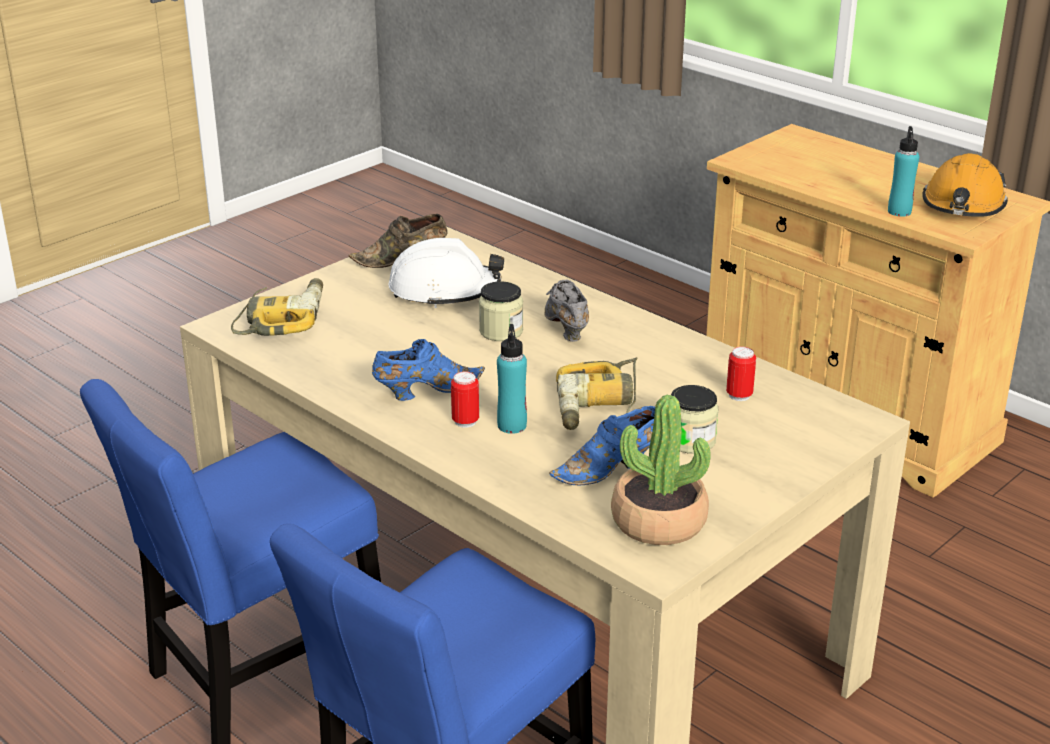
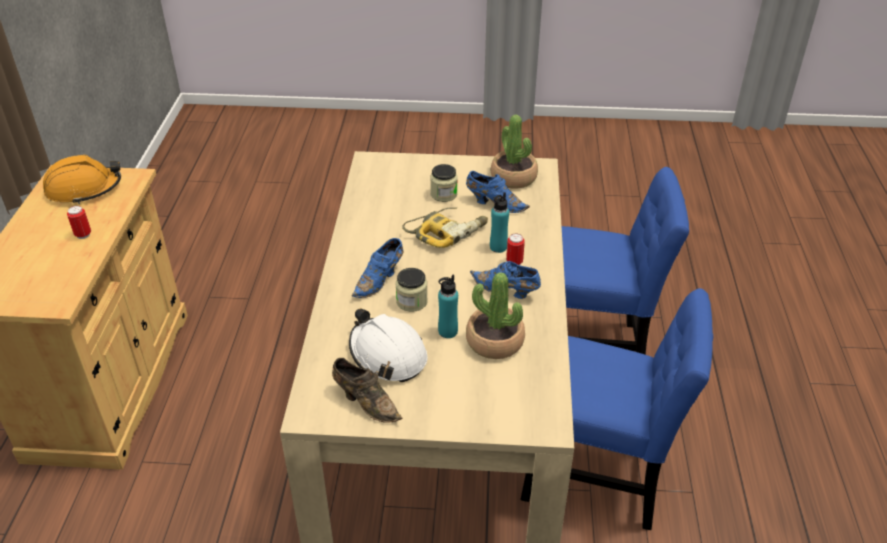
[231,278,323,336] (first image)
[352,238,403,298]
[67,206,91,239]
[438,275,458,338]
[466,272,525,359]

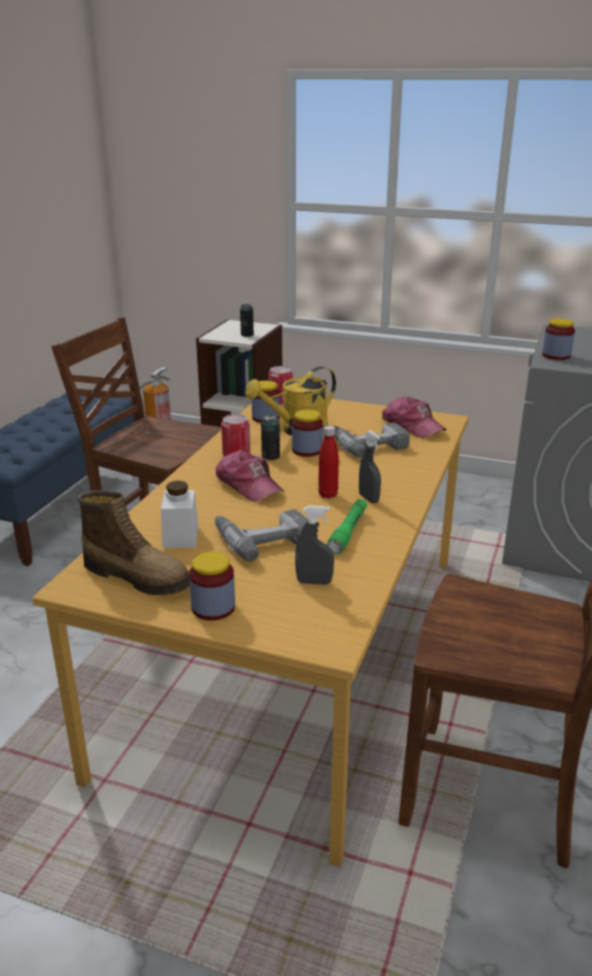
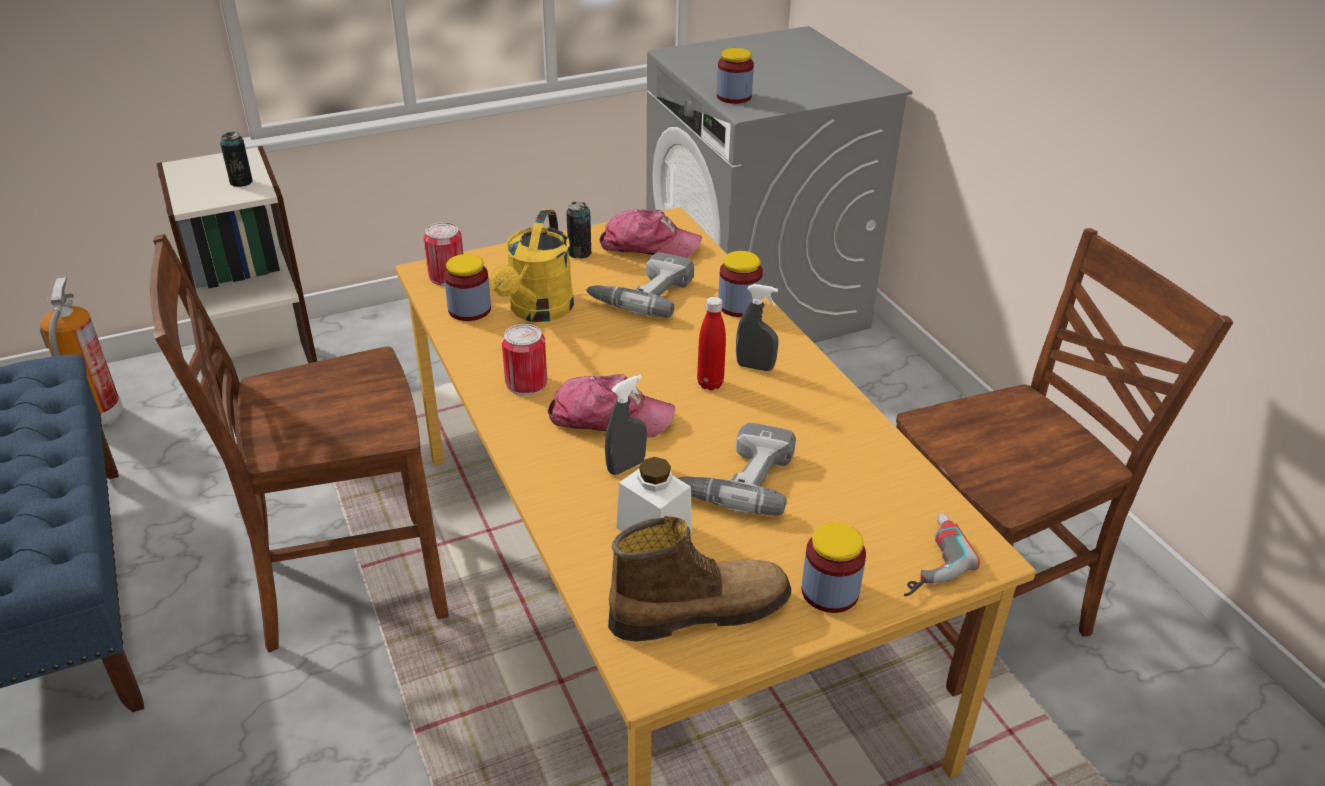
[566,202,592,259]
[718,251,763,317]
[605,375,647,475]
[327,499,367,554] (first image)
[904,513,980,596]

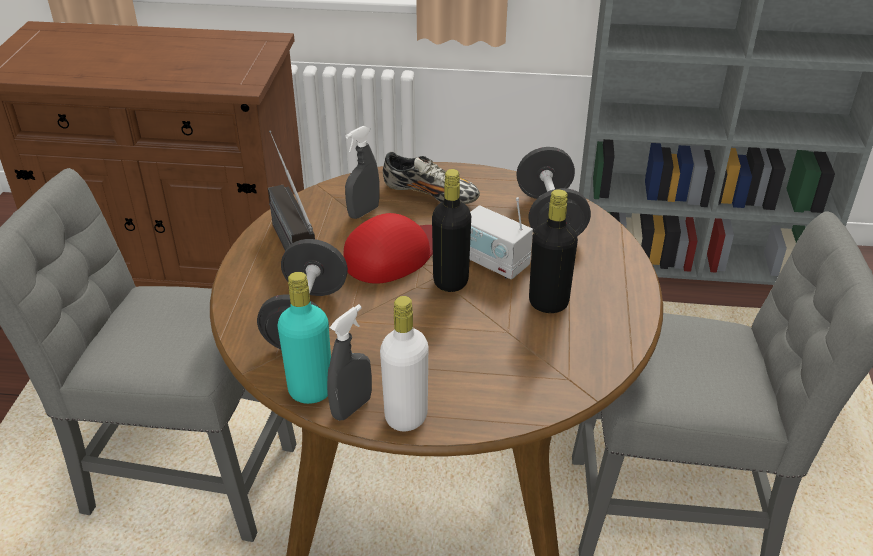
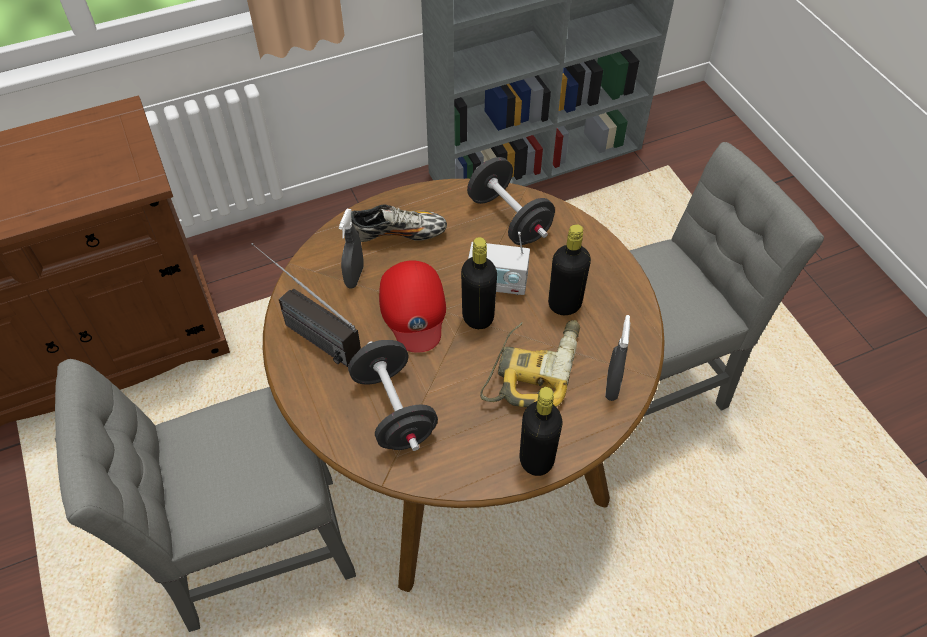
[277,272,331,404] (first image)
[605,315,630,401]
[379,260,446,353]
[520,387,562,476]
[480,320,580,407]

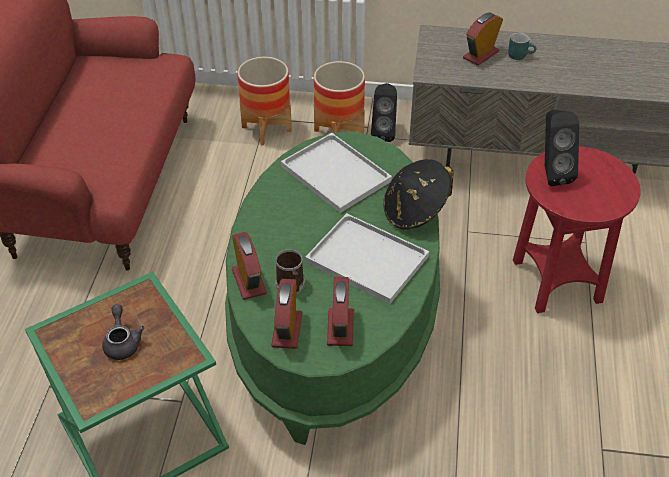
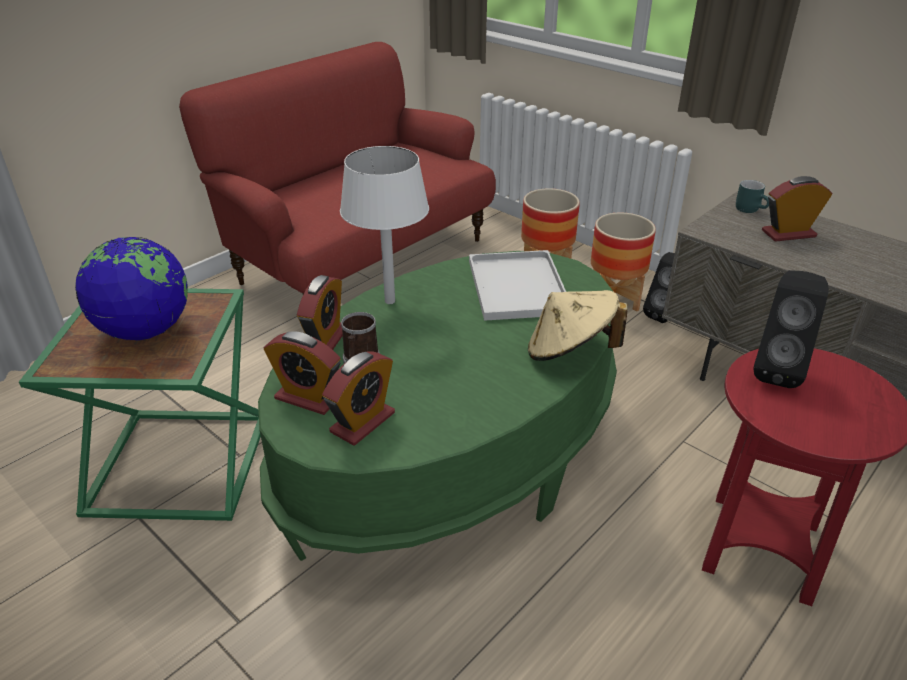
[75,237,188,340]
[263,331,340,415]
[305,213,429,304] (first image)
[528,290,628,361]
[736,180,769,213]
[340,146,429,304]

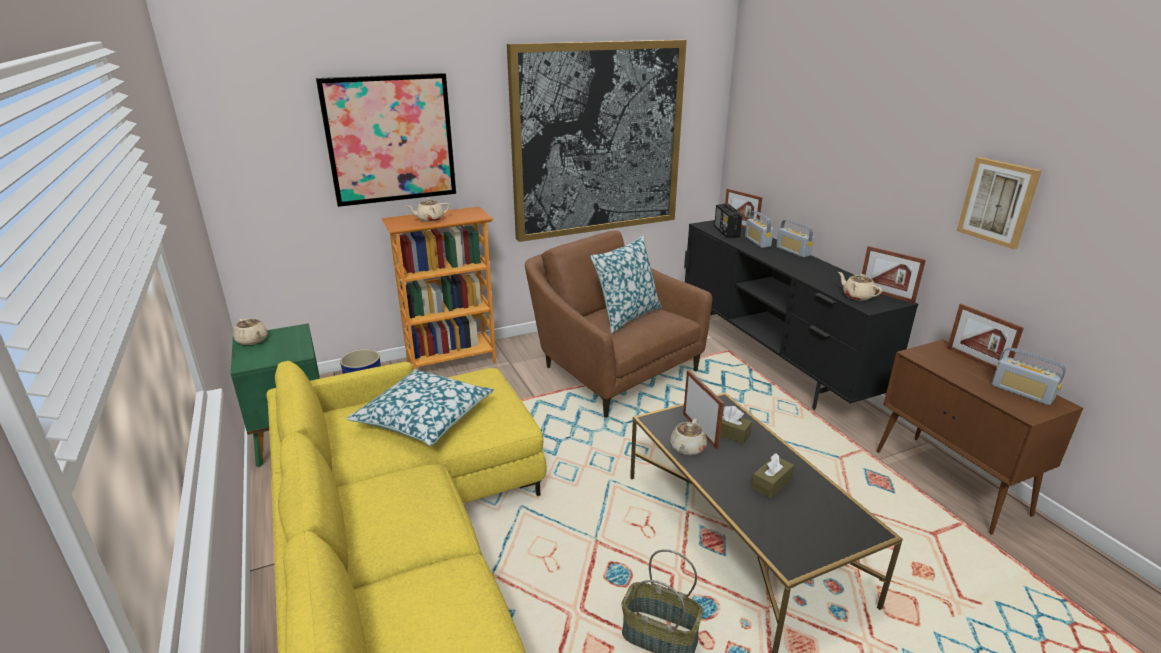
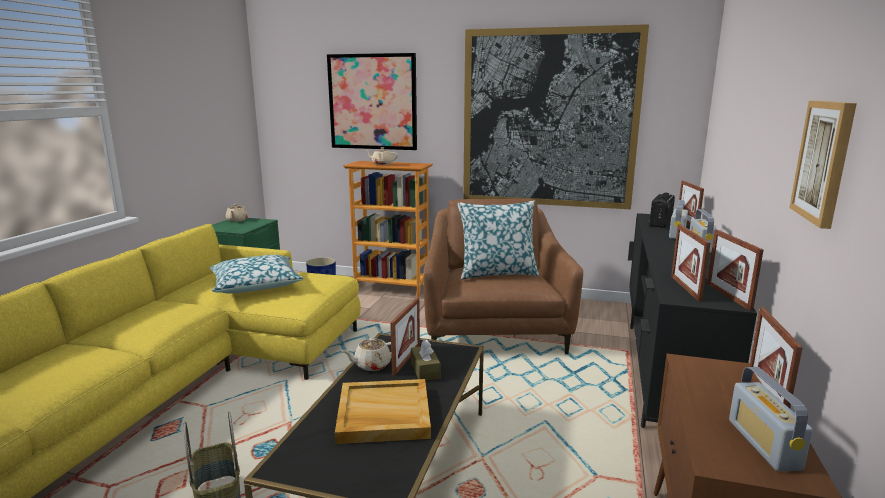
[335,379,431,444]
[671,224,710,302]

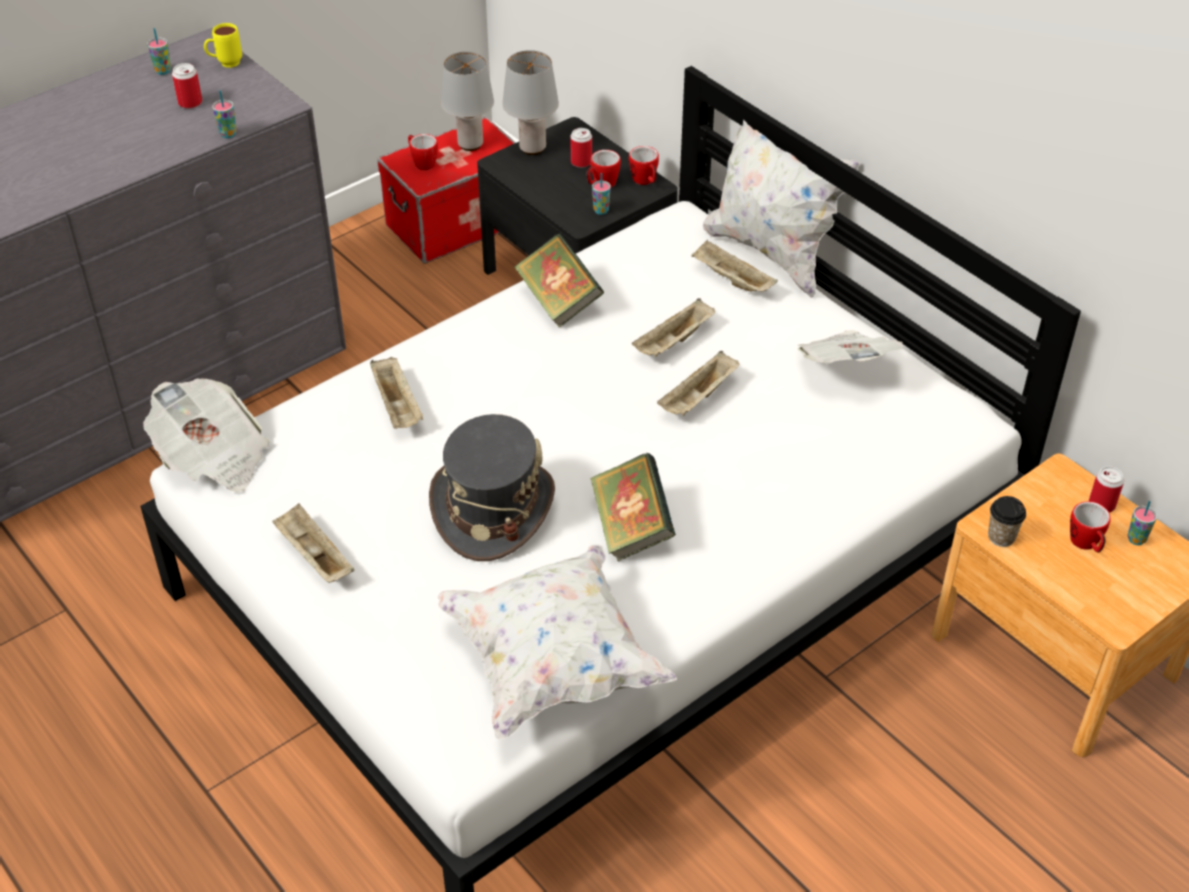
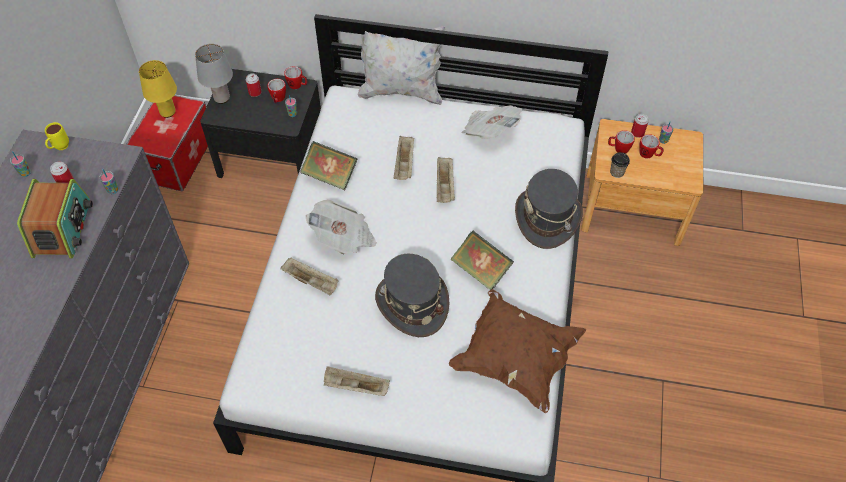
[306,200,377,254]
[608,130,635,154]
[449,289,586,413]
[139,60,177,118]
[691,240,778,292] (first image)
[17,179,93,259]
[515,169,583,249]

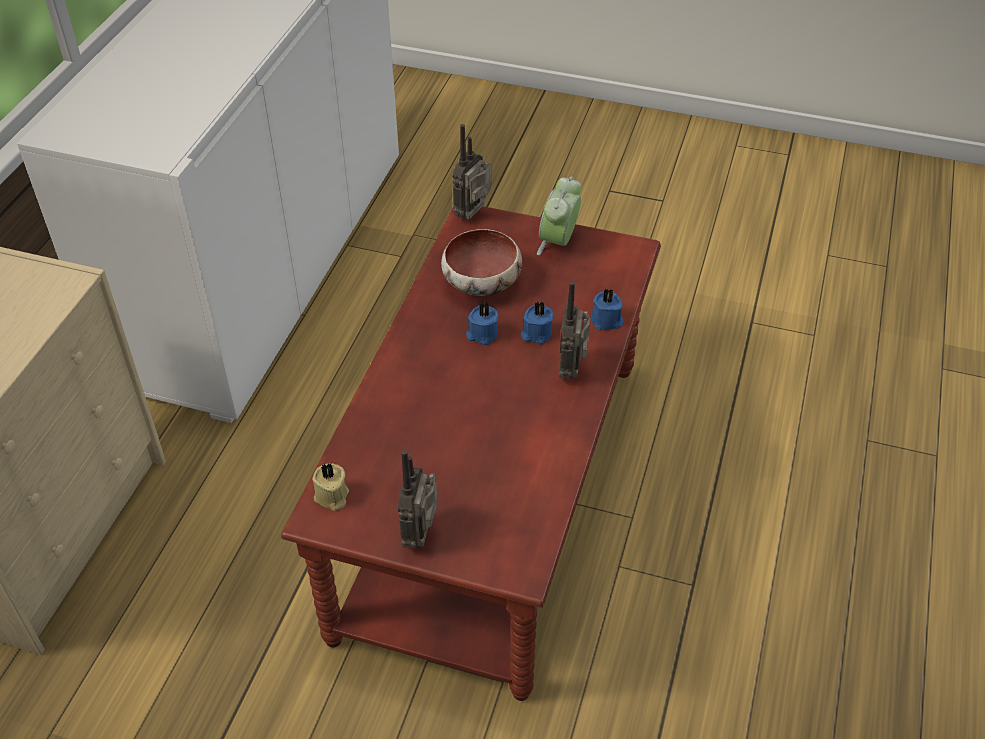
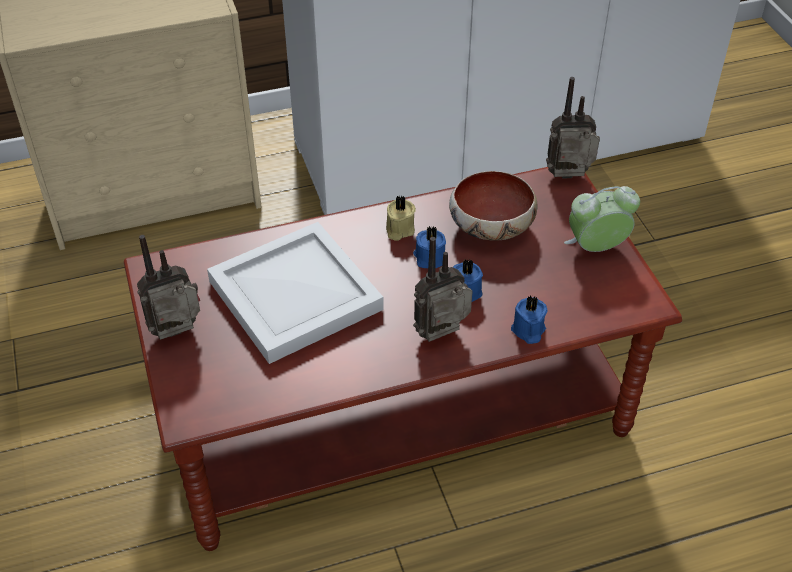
[386,196,416,241]
[207,222,384,364]

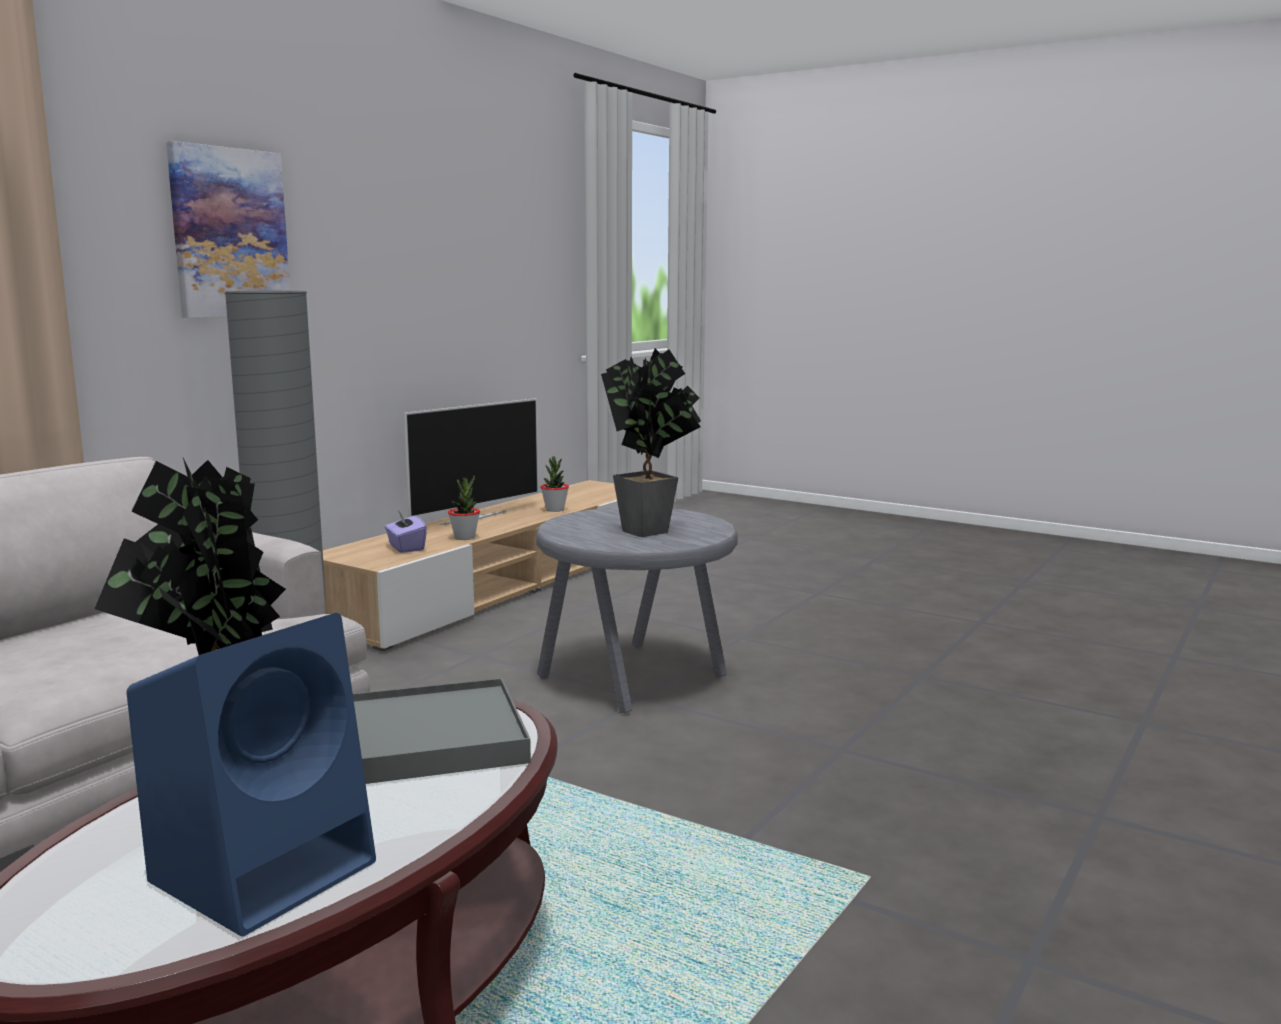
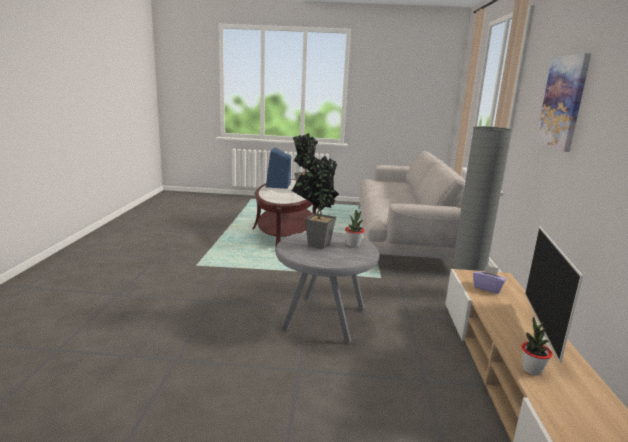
[353,678,531,784] (first image)
[345,210,365,247]

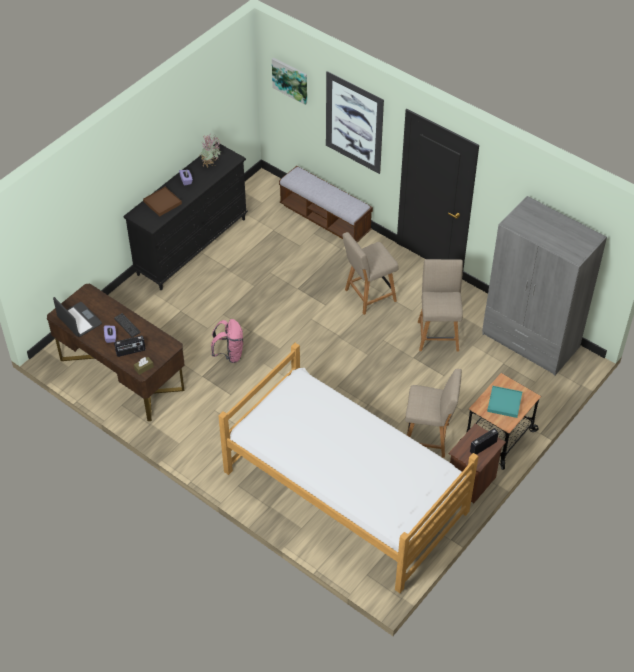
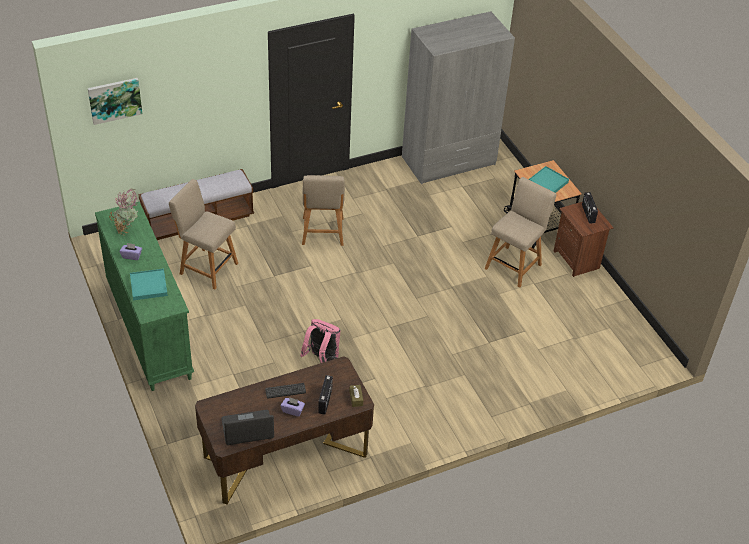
[95,201,194,391]
[130,269,168,300]
[218,343,479,593] (first image)
[326,71,384,174] (first image)
[169,179,238,289]

